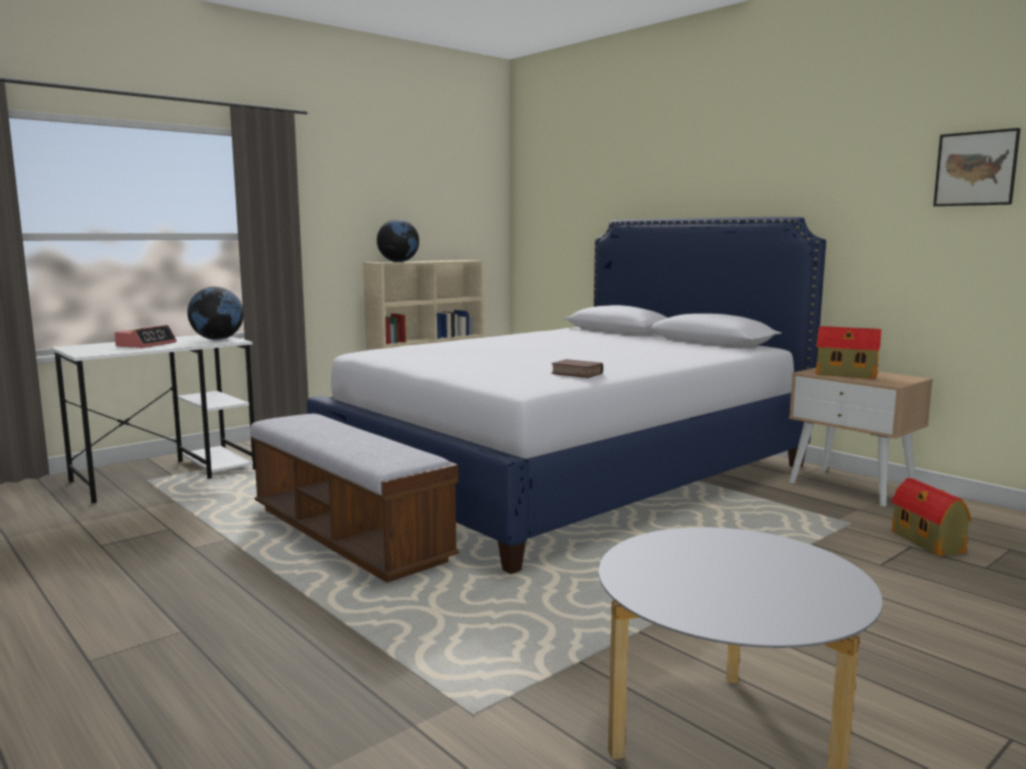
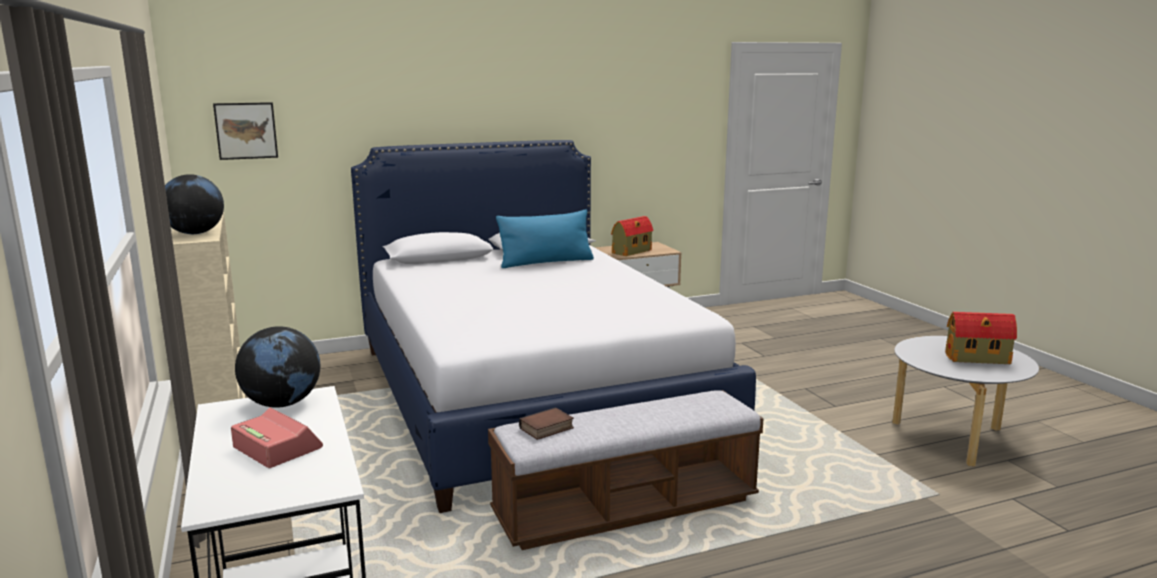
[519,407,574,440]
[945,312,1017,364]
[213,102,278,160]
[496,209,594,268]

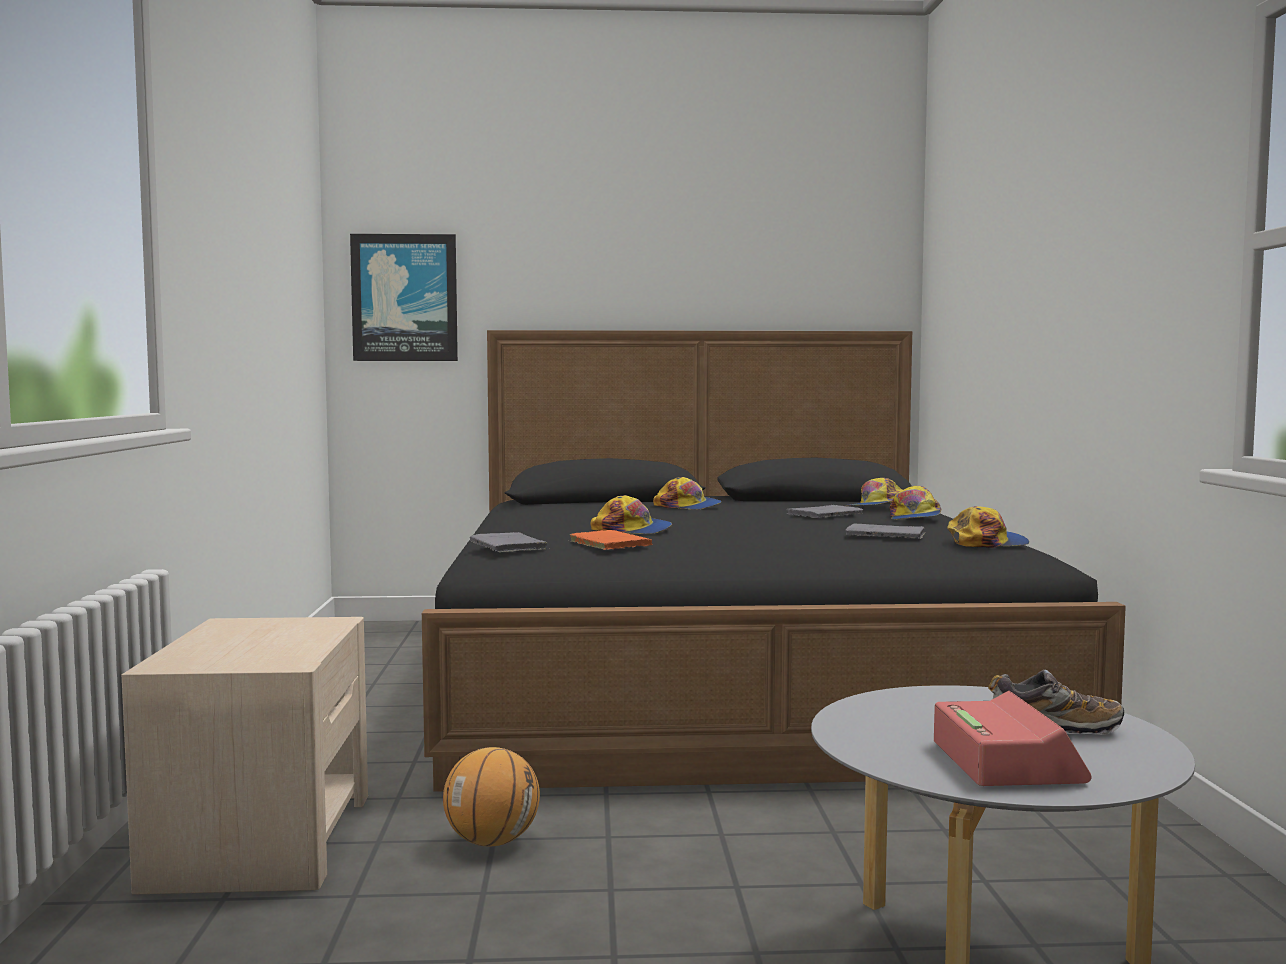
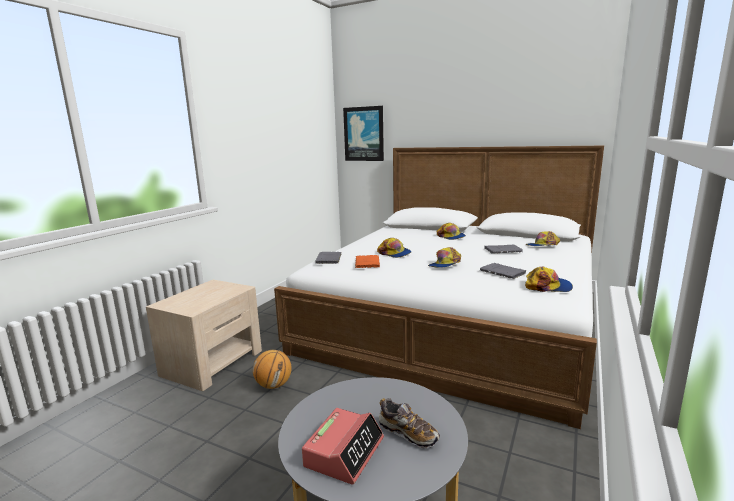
[274,146,604,429]
[428,247,461,267]

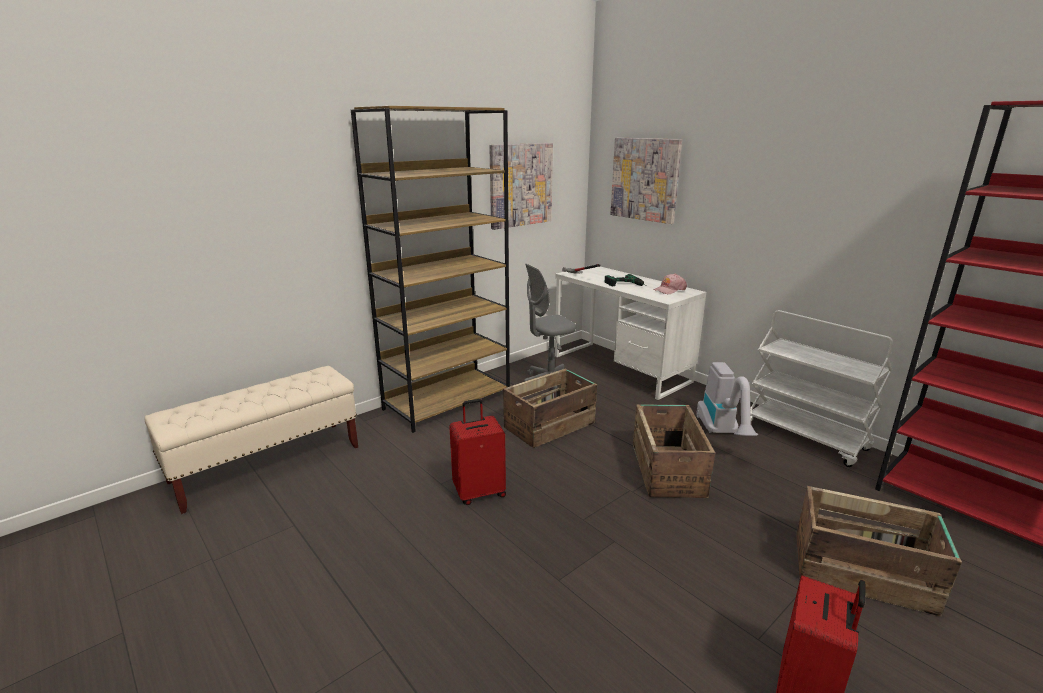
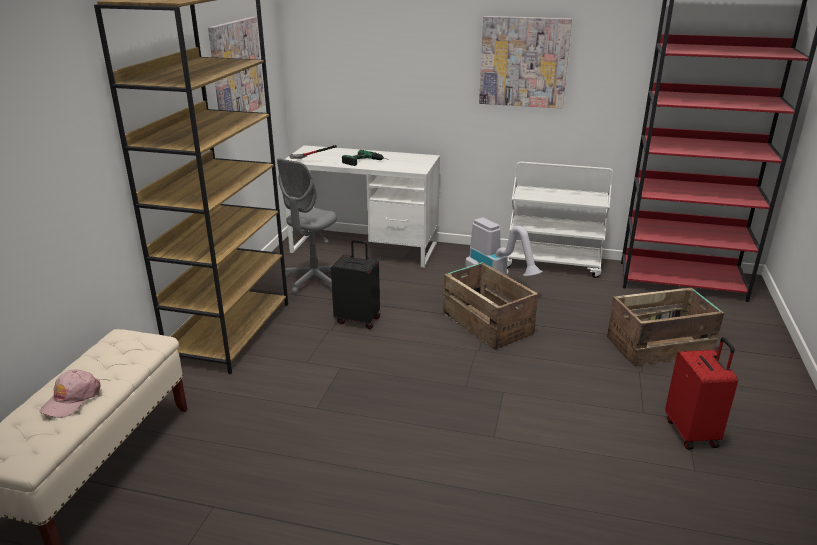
[449,399,506,505] (first image)
[331,240,380,329]
[479,16,572,108]
[40,369,100,418]

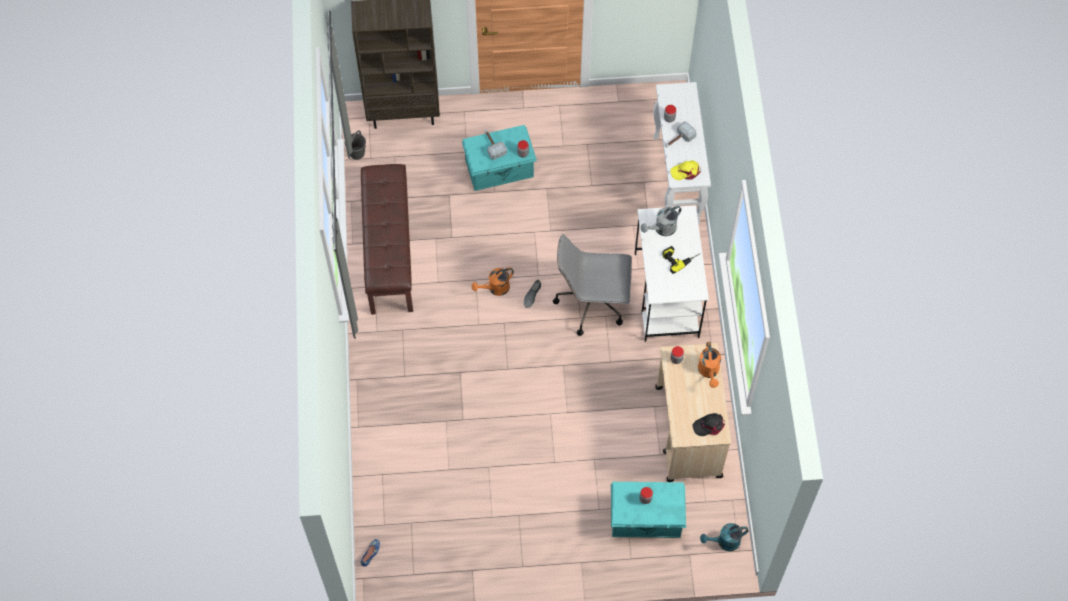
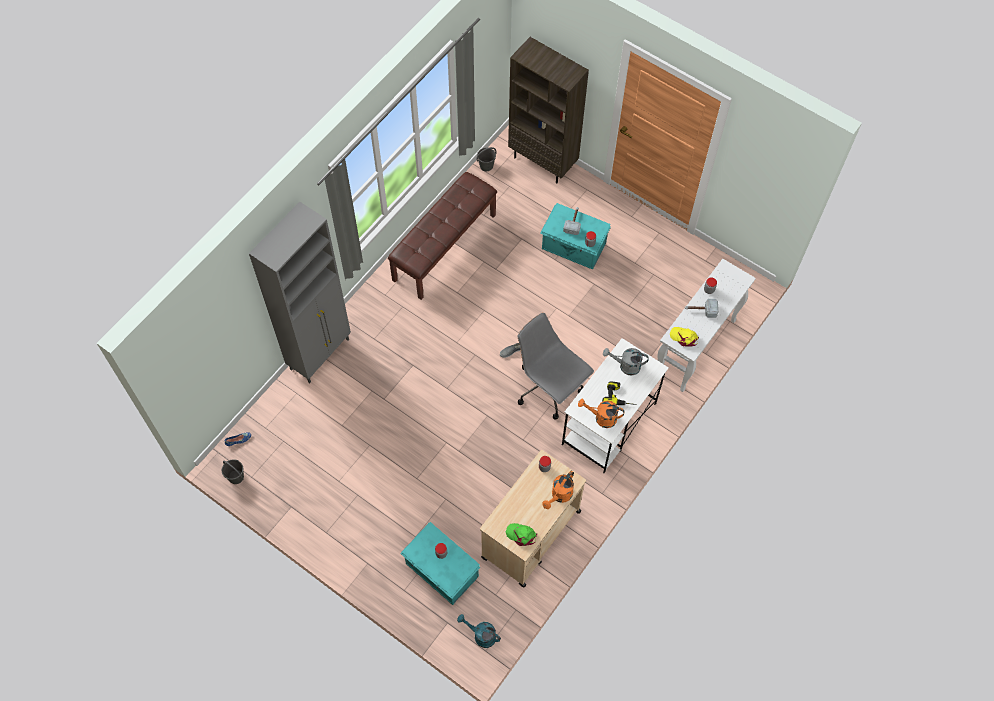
[578,399,625,428]
[506,523,537,546]
[222,459,244,484]
[249,202,351,383]

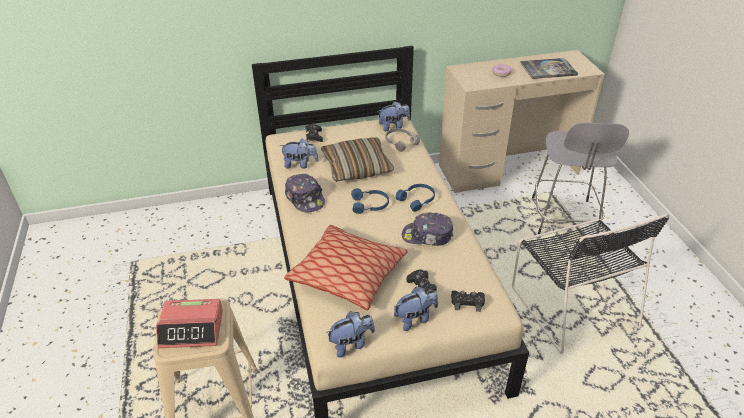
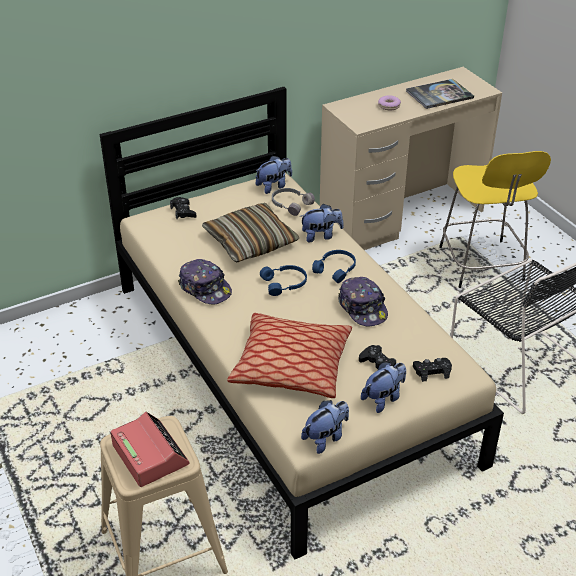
[110,412,190,487]
[300,204,344,242]
[338,277,388,327]
[439,151,551,288]

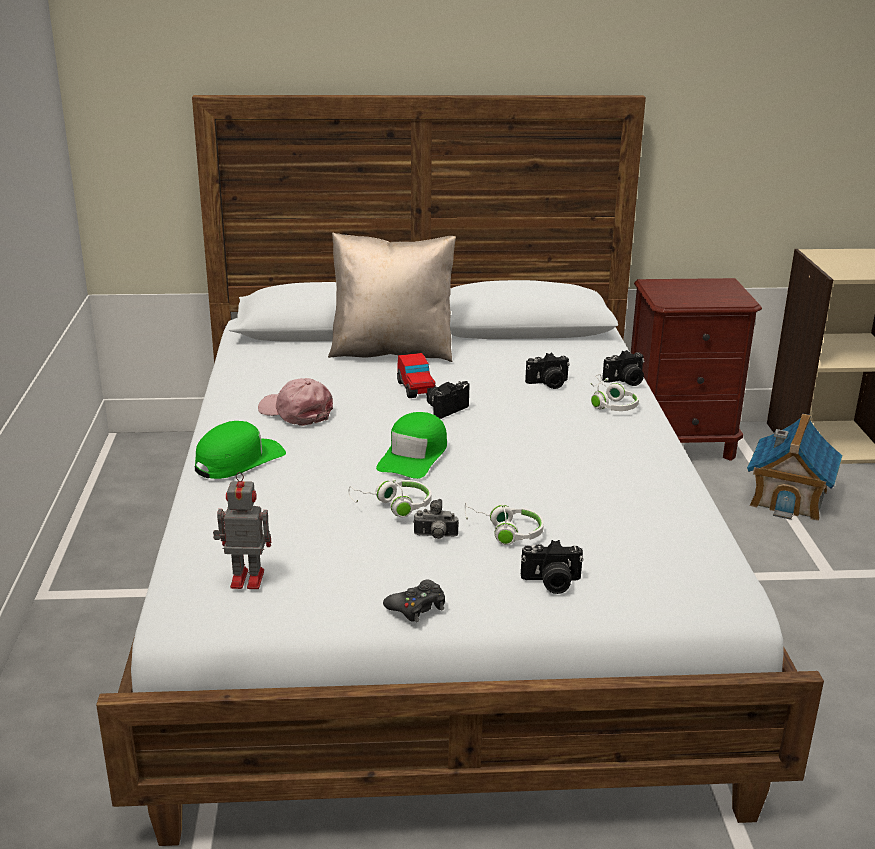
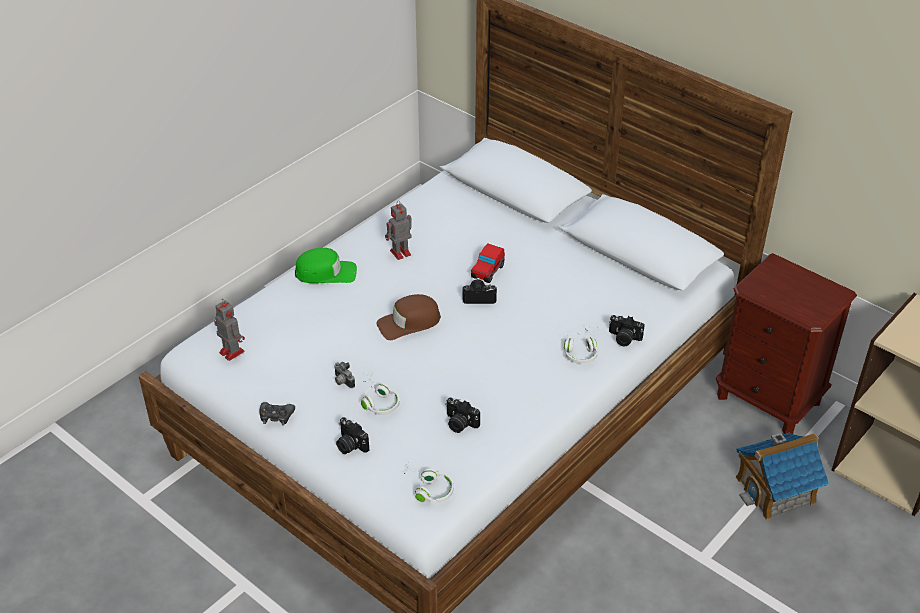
[385,201,412,260]
[328,232,456,362] (first image)
[404,461,454,503]
[376,294,441,340]
[445,397,480,433]

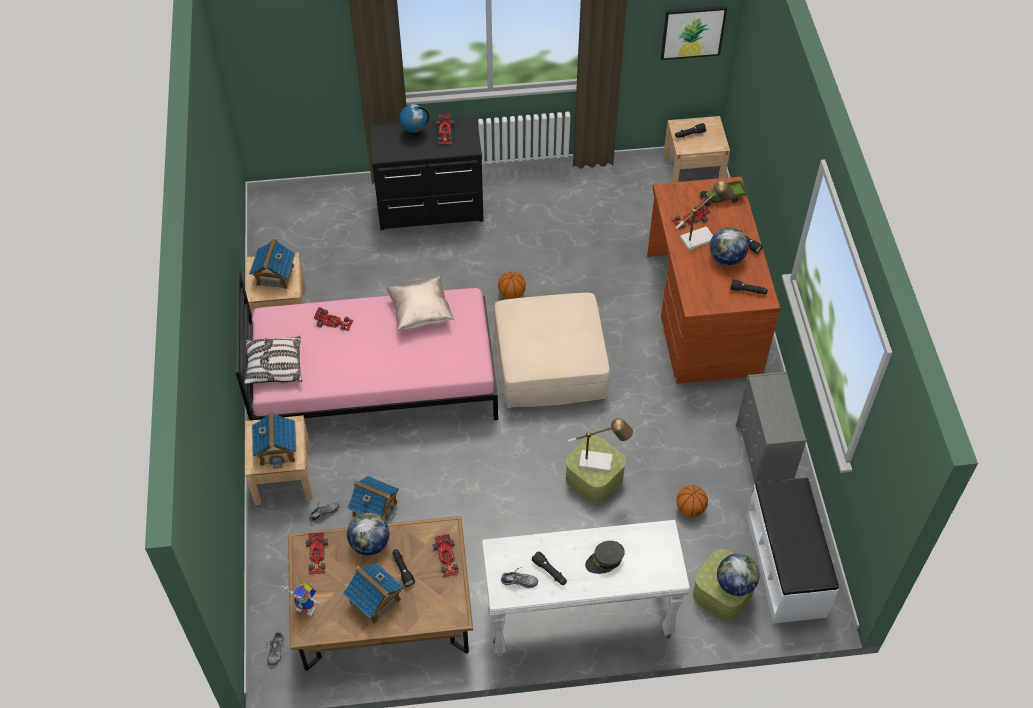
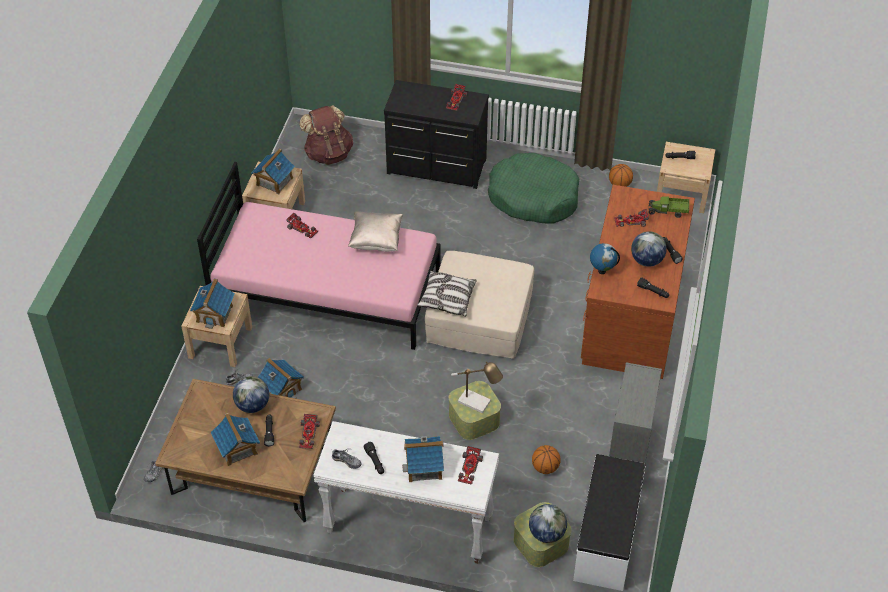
[417,271,477,317]
[282,582,324,616] (first image)
[458,446,483,485]
[590,243,620,274]
[609,164,633,187]
[402,436,444,482]
[661,6,727,60] (first image)
[676,180,734,250] (first image)
[299,105,353,165]
[488,153,579,224]

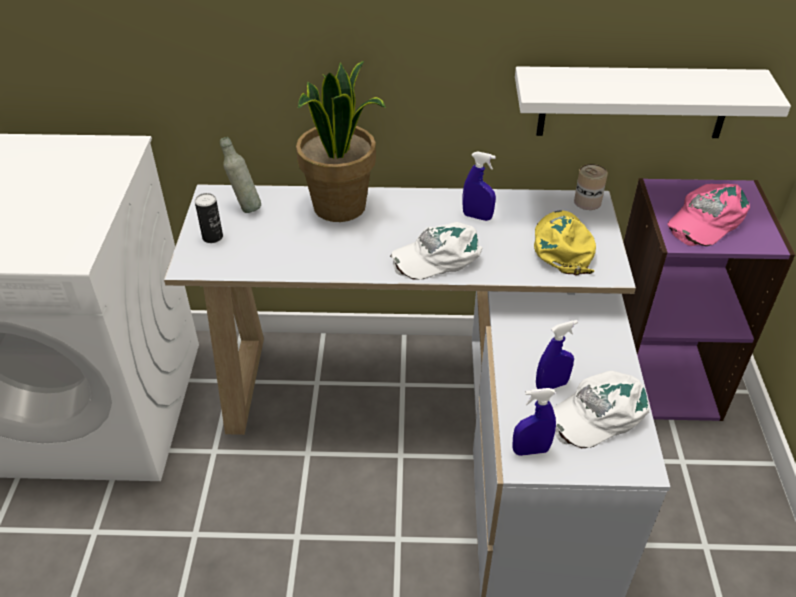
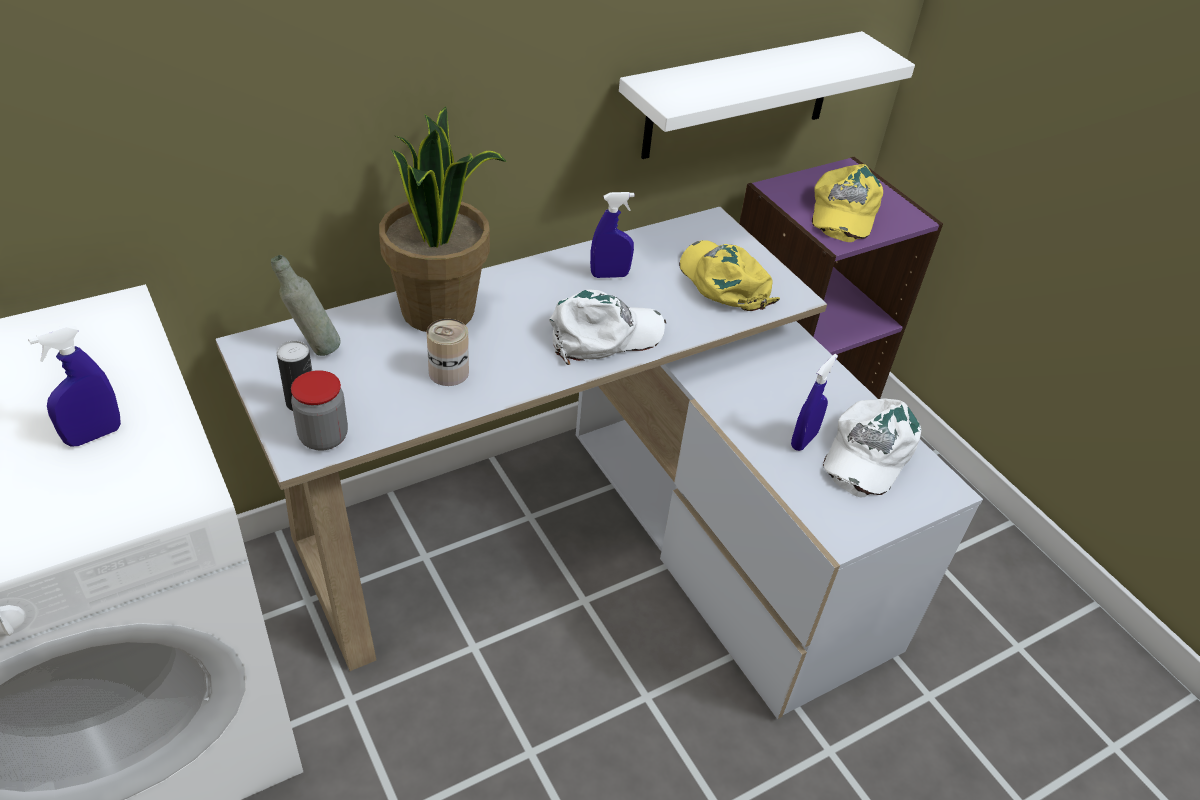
[549,290,666,365]
[28,325,121,447]
[426,319,469,386]
[812,164,883,242]
[291,370,348,451]

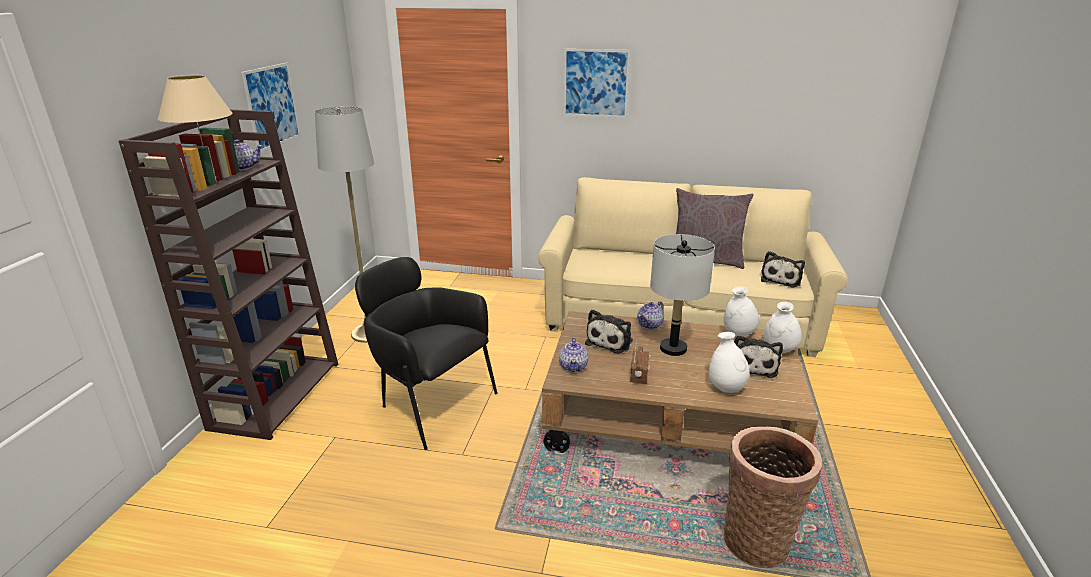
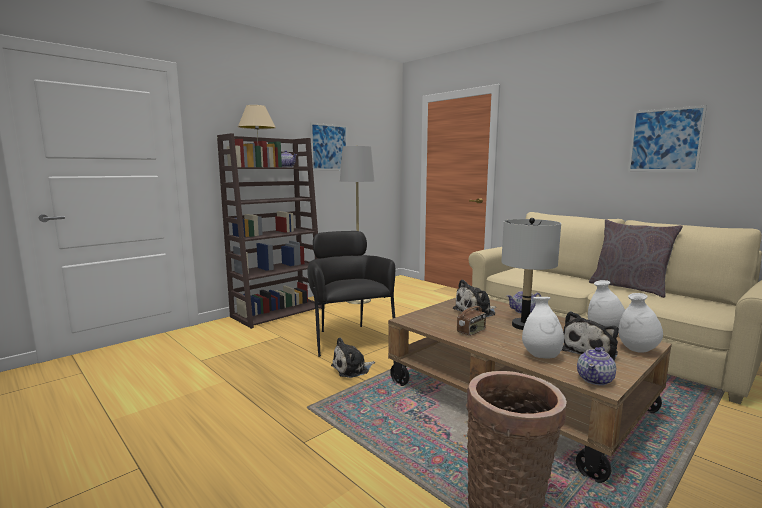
[577,347,616,385]
[628,105,707,171]
[331,337,375,378]

